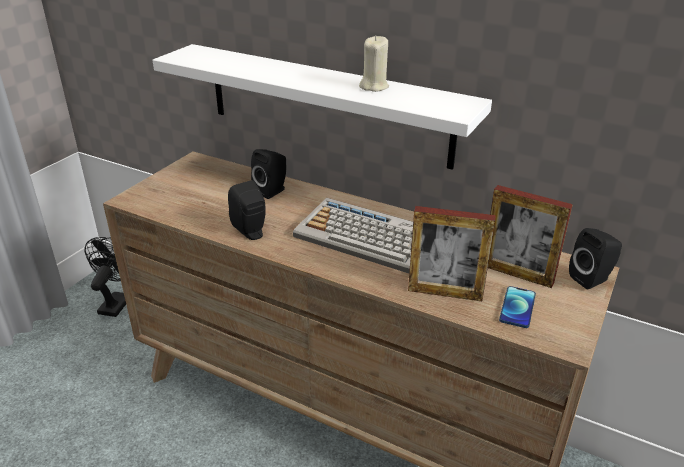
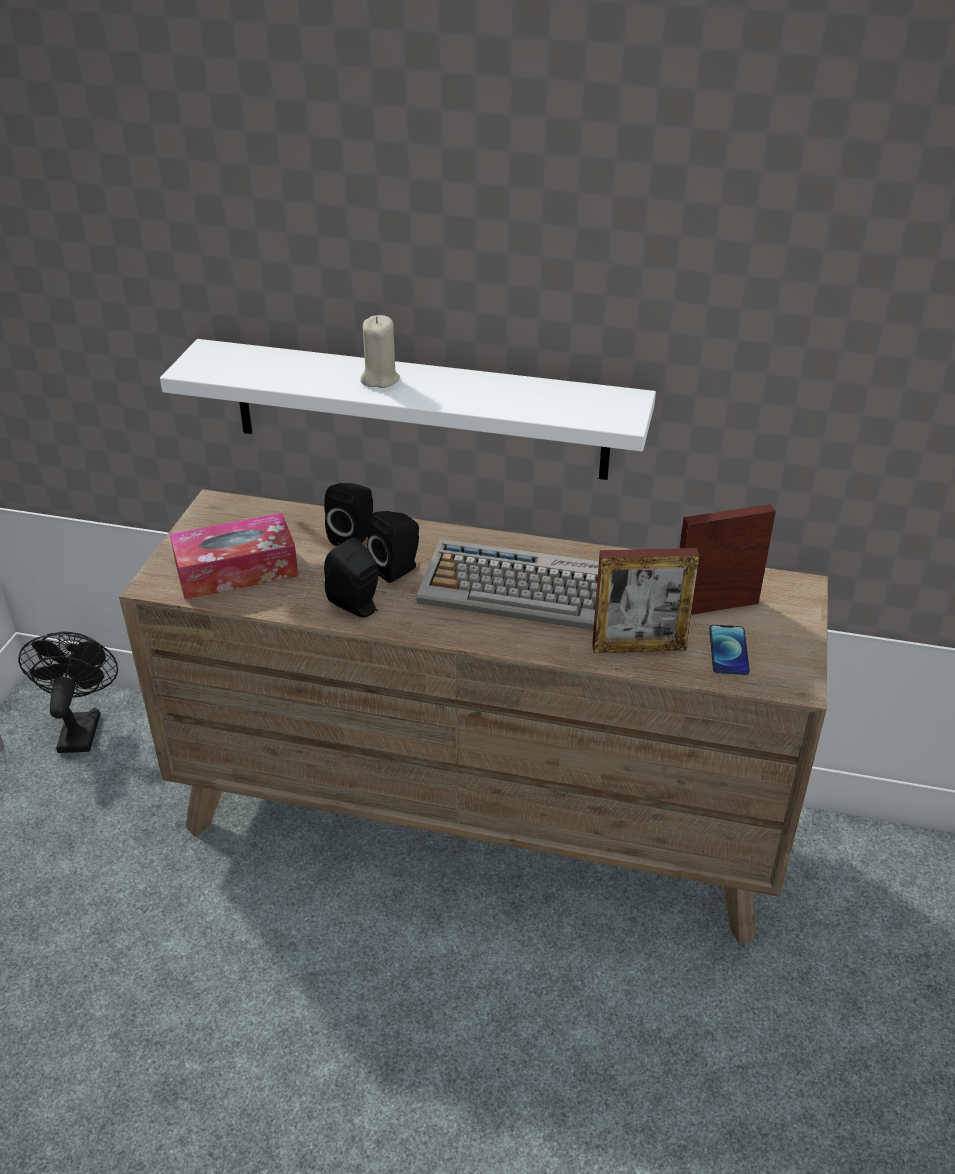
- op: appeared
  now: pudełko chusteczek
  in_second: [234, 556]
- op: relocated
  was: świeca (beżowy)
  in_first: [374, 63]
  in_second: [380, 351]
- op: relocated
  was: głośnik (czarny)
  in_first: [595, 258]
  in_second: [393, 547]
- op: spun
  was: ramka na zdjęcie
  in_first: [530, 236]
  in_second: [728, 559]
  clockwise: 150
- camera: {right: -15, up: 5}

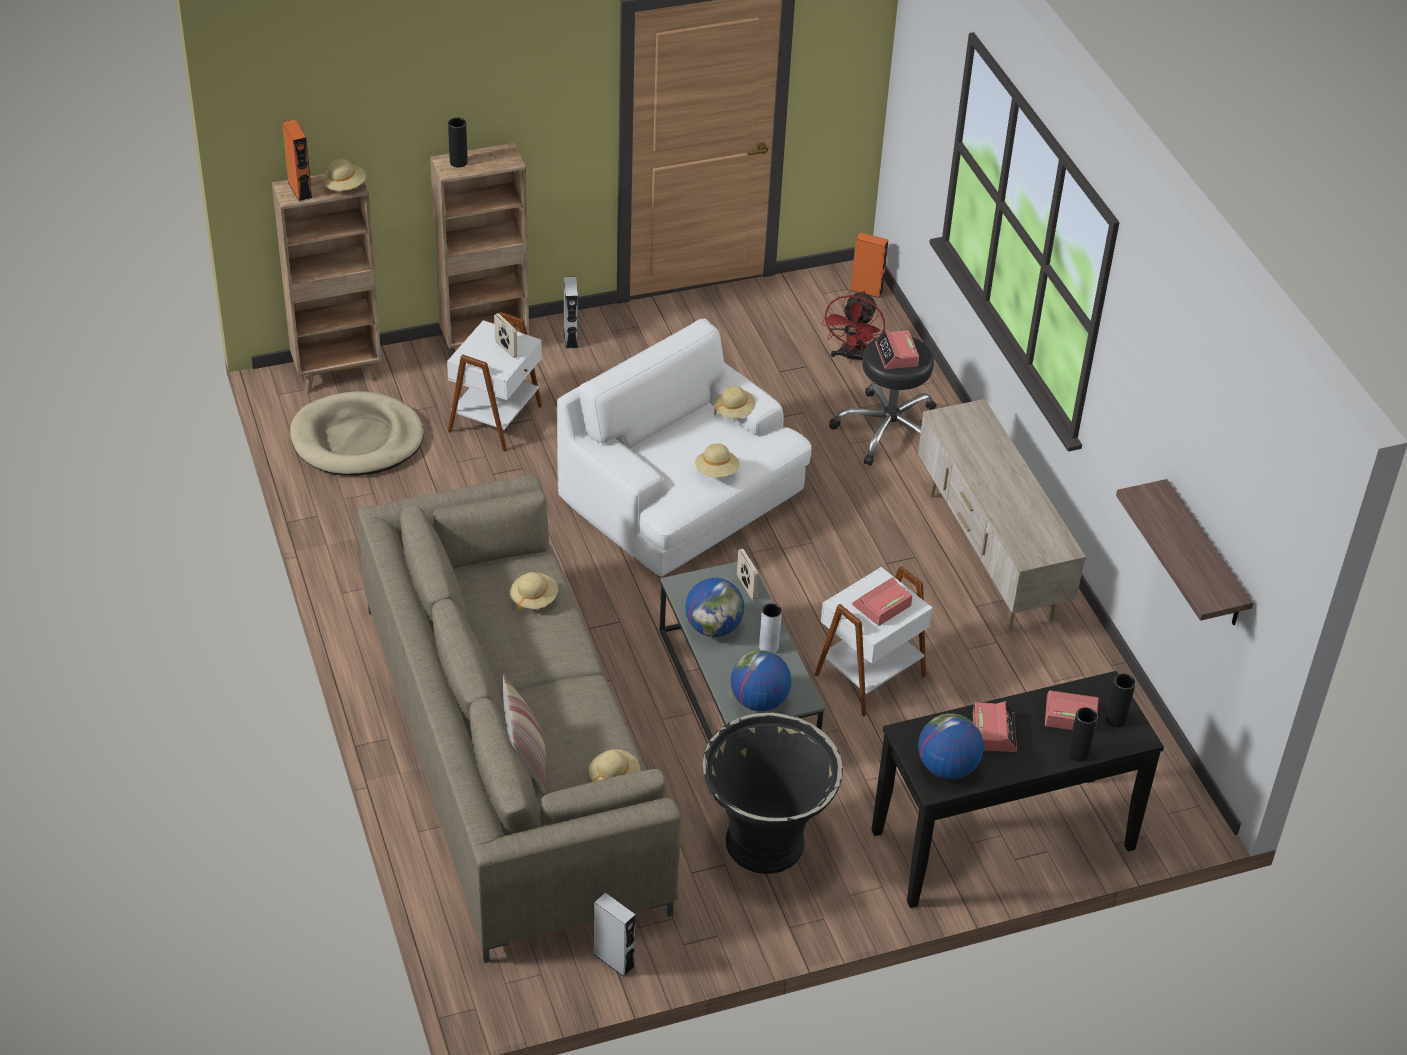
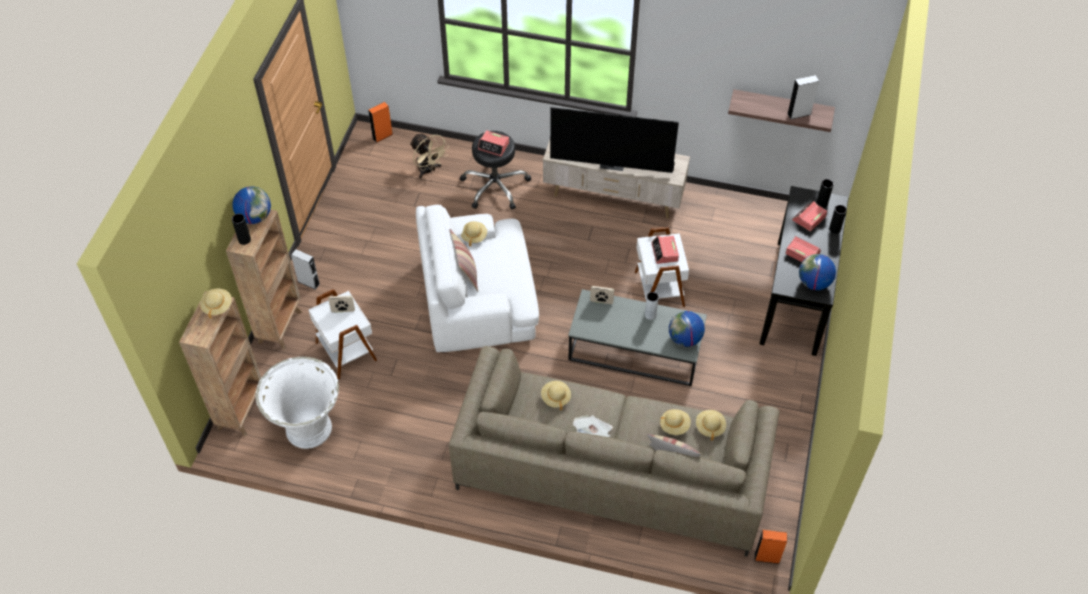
- op: missing
  was: donica (czarny)
  in_first: [772, 793]
- op: appeared
  now: poduszka
  in_second: [463, 260]
- op: appeared
  now: telewizor
  in_second: [614, 140]
- op: appeared
  now: gazeta
  in_second: [593, 426]
- op: relocated
  was: głośnik (pomarańczowy)
  in_first: [297, 160]
  in_second: [771, 547]
- op: relocated
  was: głośnik (szary)
  in_first: [614, 935]
  in_second: [803, 97]
- op: relocated
  was: globus
  in_first: [714, 607]
  in_second: [251, 205]
- op: relocated
  was: kapelusz (beżowy)
  in_first: [717, 460]
  in_second: [675, 422]
- op: exchanged
  was: legowisko (beżowy)
  now: donica (biały)
  in_first: [357, 433]
  in_second: [297, 403]
- op: colour
  was: wentylator (czerwony)
  now: wentylator (beżowy)
  in_first: [853, 327]
  in_second: [429, 156]
- camera: {right: -55, up: 10}

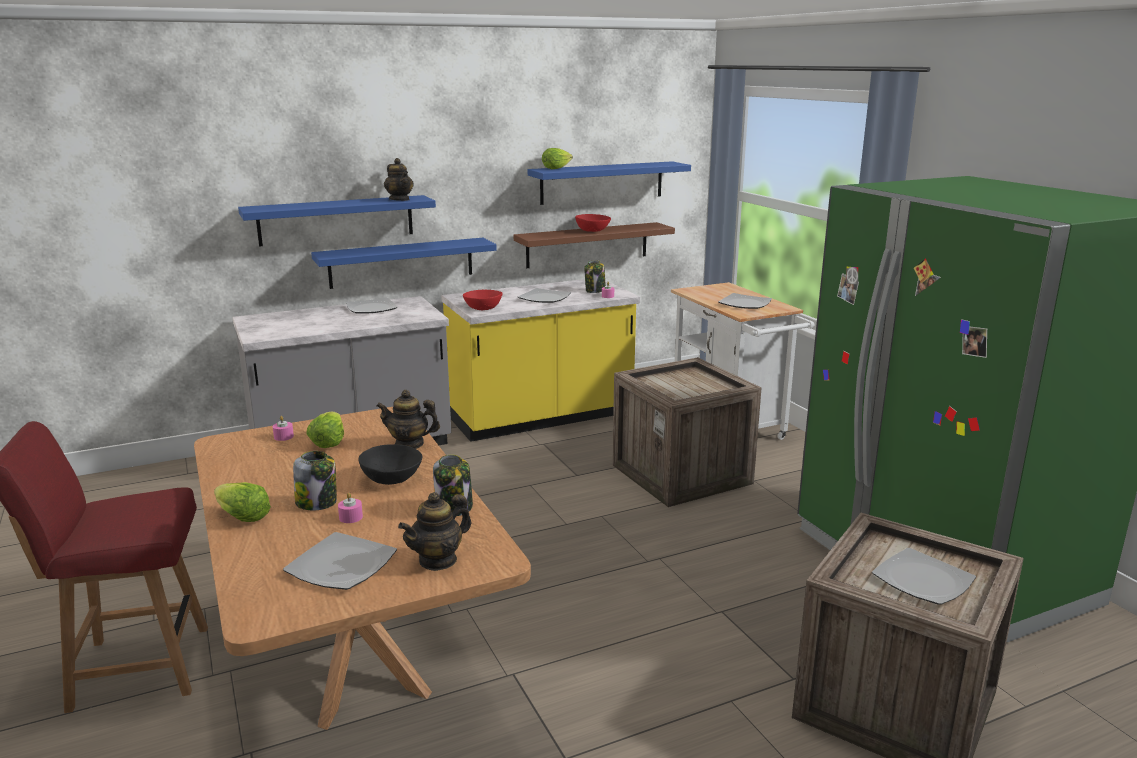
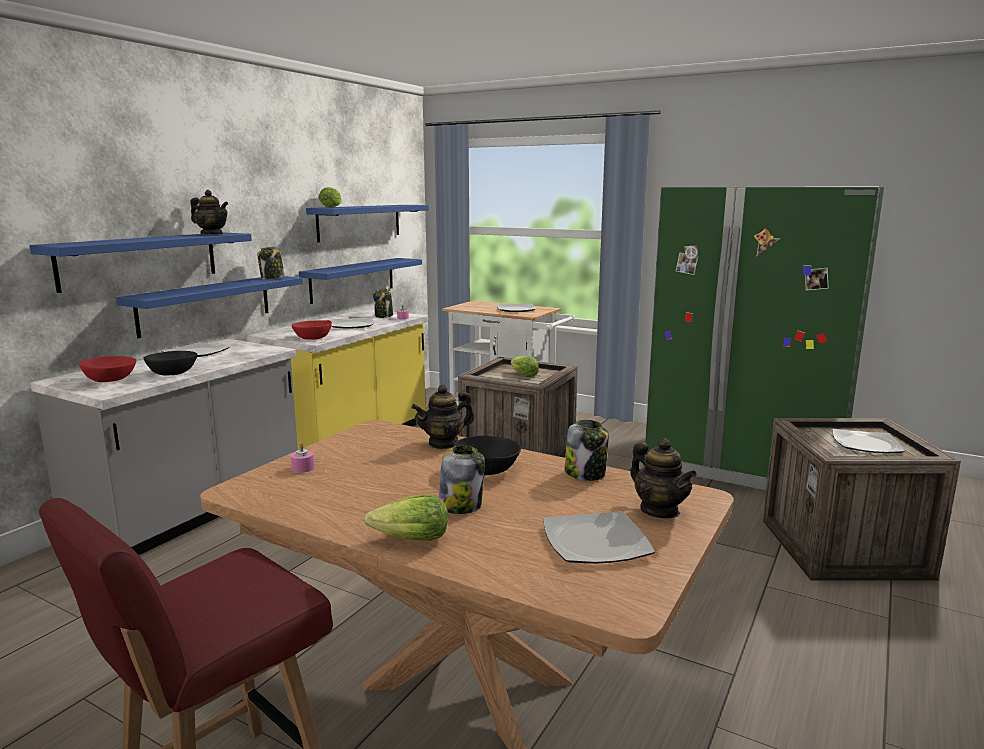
- op: missing
  was: świeca (różowy)
  in_first: [350, 508]
- op: appeared
  now: miska (czarny)
  in_second: [170, 363]
- op: appeared
  now: słoik
  in_second: [271, 263]
- op: relocated
  was: sałata
  in_first: [325, 430]
  in_second: [525, 366]
- op: relocated
  was: miska (czerwony)
  in_first: [593, 223]
  in_second: [108, 369]
- op: colour
  was: półka (brązowy)
  now: półka (niebieski)
  in_first: [594, 245]
  in_second: [360, 281]
- op: spun
  was: imbryk
  in_first: [434, 531]
  in_second: [663, 478]
  clockwise: -45
- camera: {right: -35, up: -5}

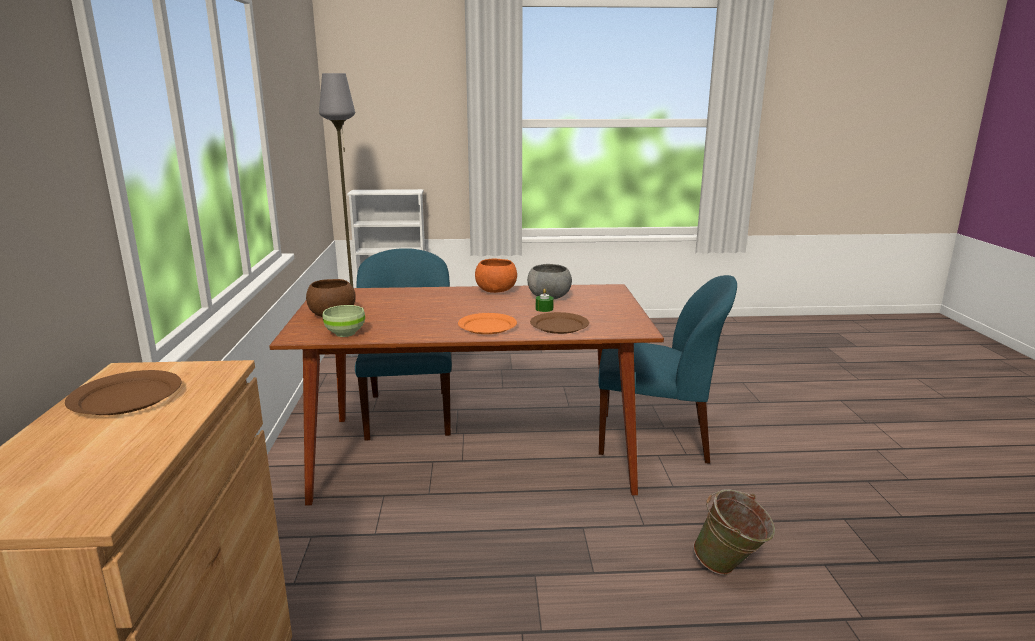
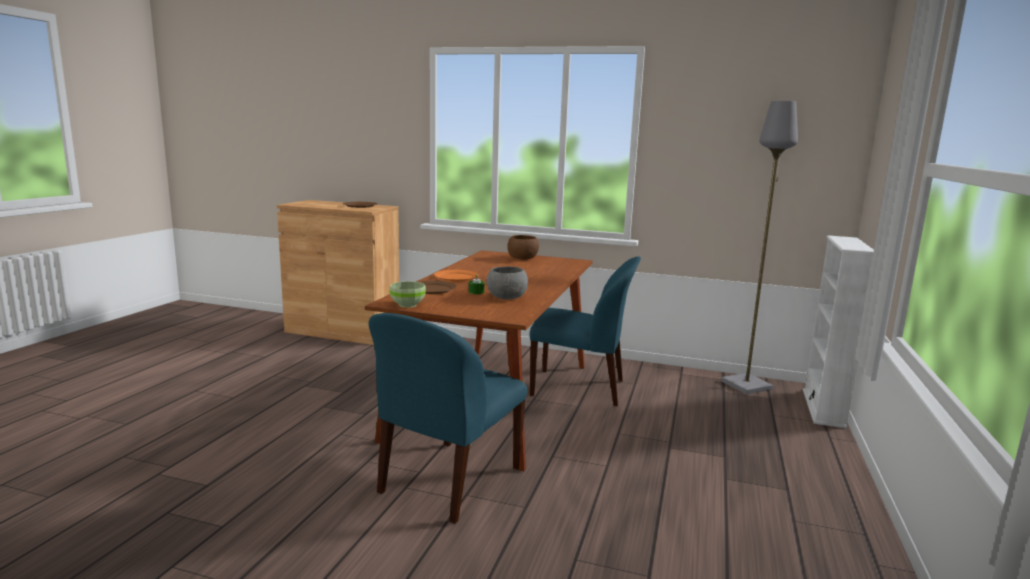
- op: missing
  was: miska (pomarańczowy)
  in_first: [496, 276]
- op: missing
  was: wiadro (zielony)
  in_first: [734, 532]
- op: relocated
  was: miska (zielony)
  in_first: [344, 321]
  in_second: [407, 294]
- camera: {right: 110, up: -5}

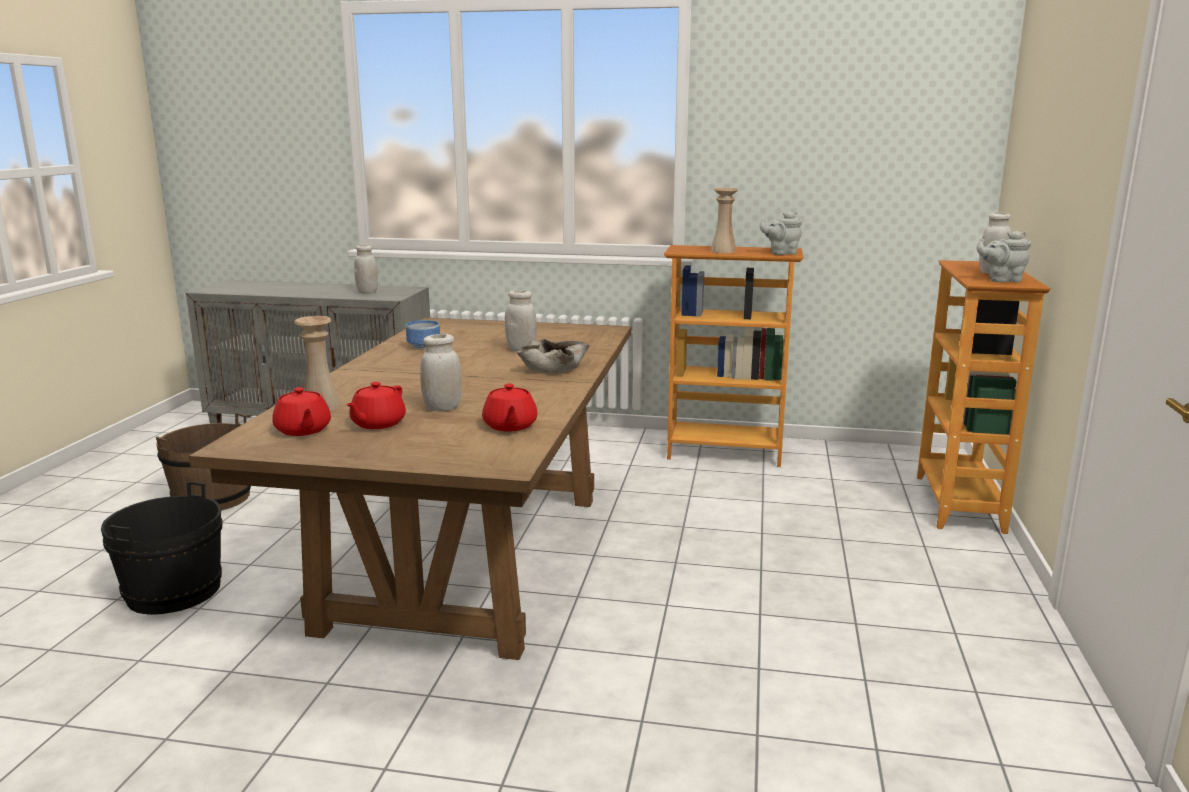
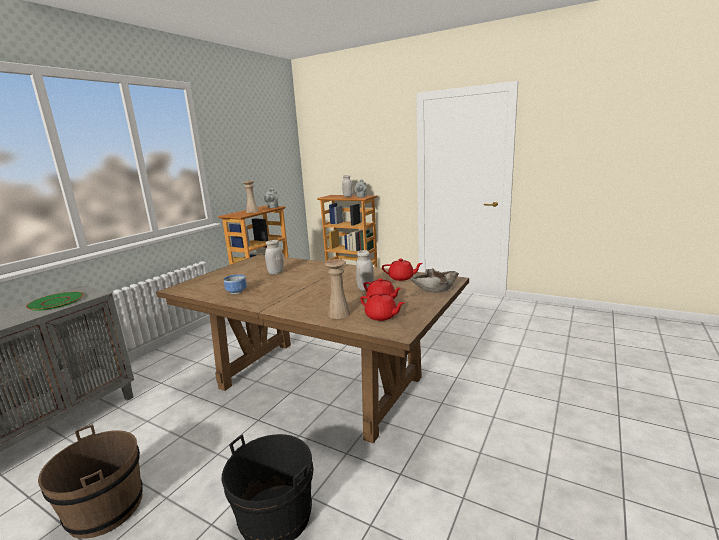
- op: relocated
  was: miska (beżowy)
  in_first: [553, 356]
  in_second: [435, 280]
- op: exchanged
  was: słoik (biały)
  now: talerz (zielony)
  in_first: [366, 269]
  in_second: [55, 301]
- op: spun
  was: imbryk (czerwony)
  in_first: [301, 411]
  in_second: [382, 306]
  clockwise: 45
- camera: {right: -70, up: 0}

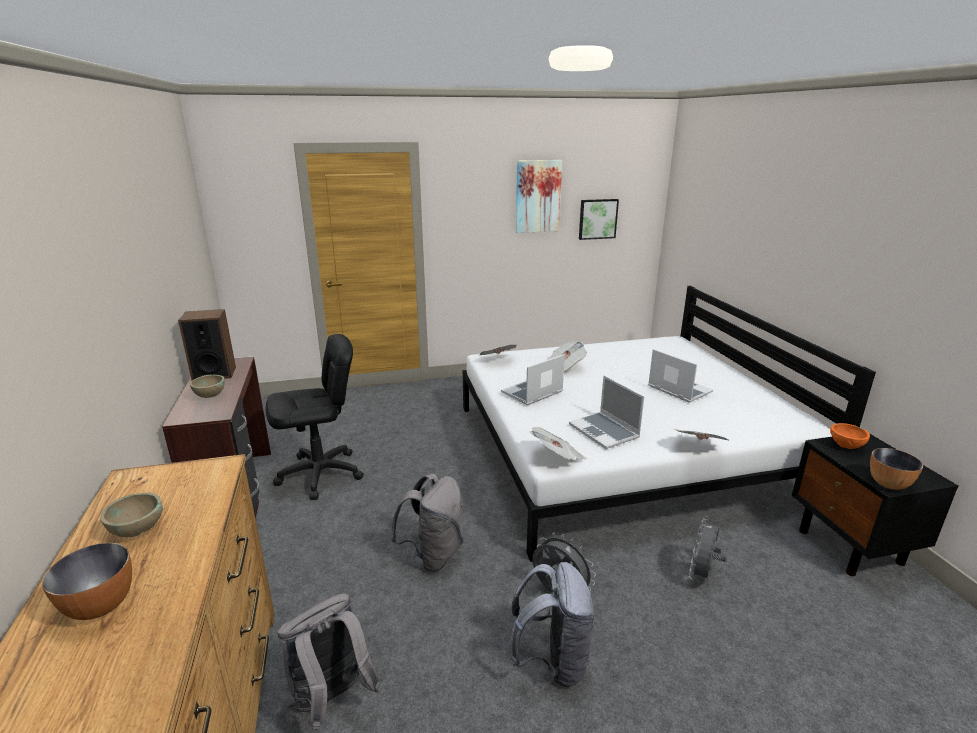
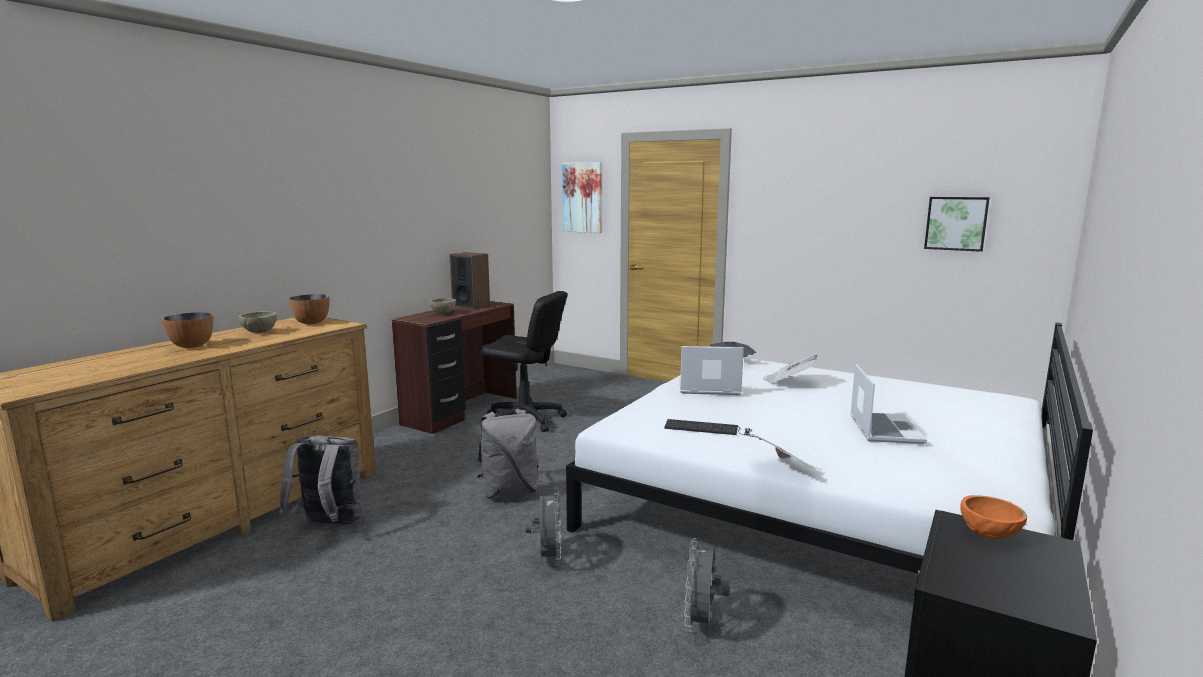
- op: missing
  was: plecak (szary)
  in_first: [552, 624]
- op: missing
  was: gazeta
  in_first: [558, 444]
- op: relocated
  was: obraz
  in_first: [539, 196]
  in_second: [582, 197]
- op: relocated
  was: miska
  in_first: [896, 469]
  in_second: [309, 309]
- op: exchanged
  was: laptop
  now: klawiatura
  in_first: [606, 412]
  in_second: [712, 429]
- op: spun
  was: wentylator (szary)
  in_first: [708, 548]
  in_second: [707, 585]
  clockwise: -60
- camera: {right: 45, up: -10}

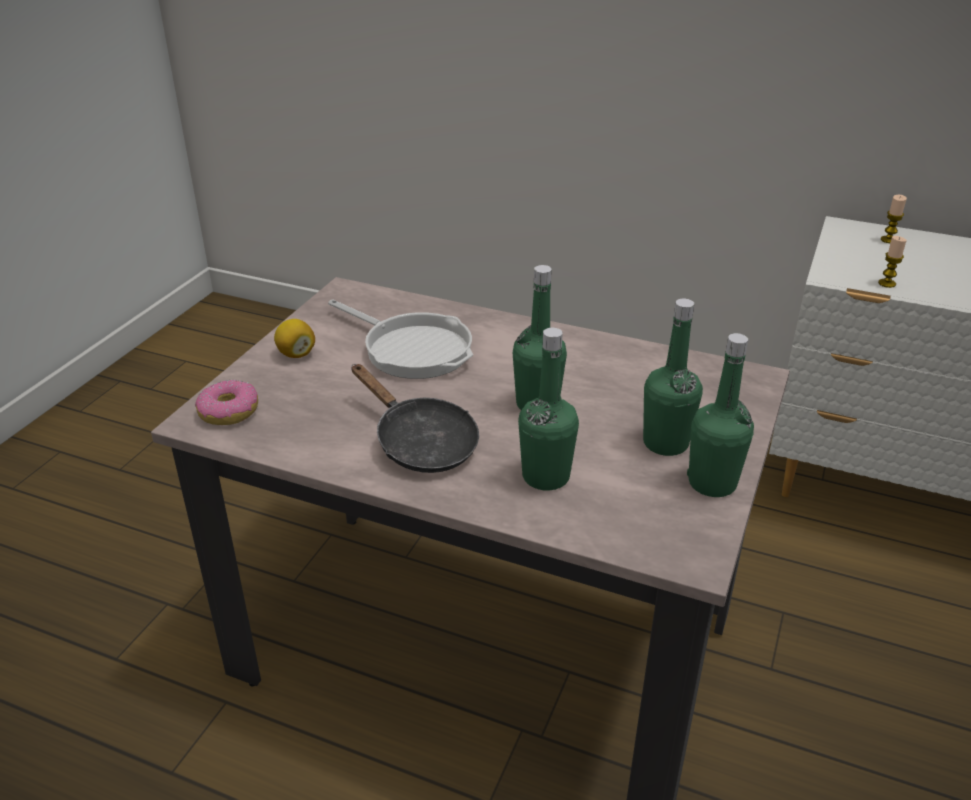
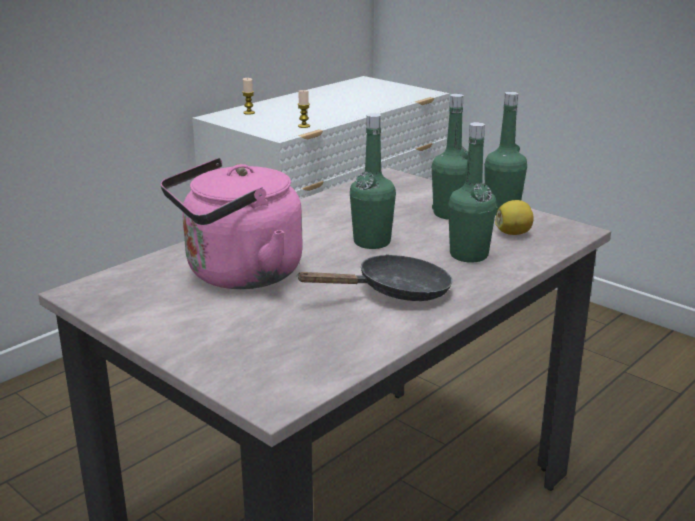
- op: missing
  was: donut
  in_first: [226, 402]
- op: relocated
  was: cytryna
  in_first: [294, 338]
  in_second: [514, 217]
- op: exchanged
  was: patelnia
  now: czajnik (różowy)
  in_first: [400, 339]
  in_second: [231, 223]
- camera: {right: -70, up: -10}

